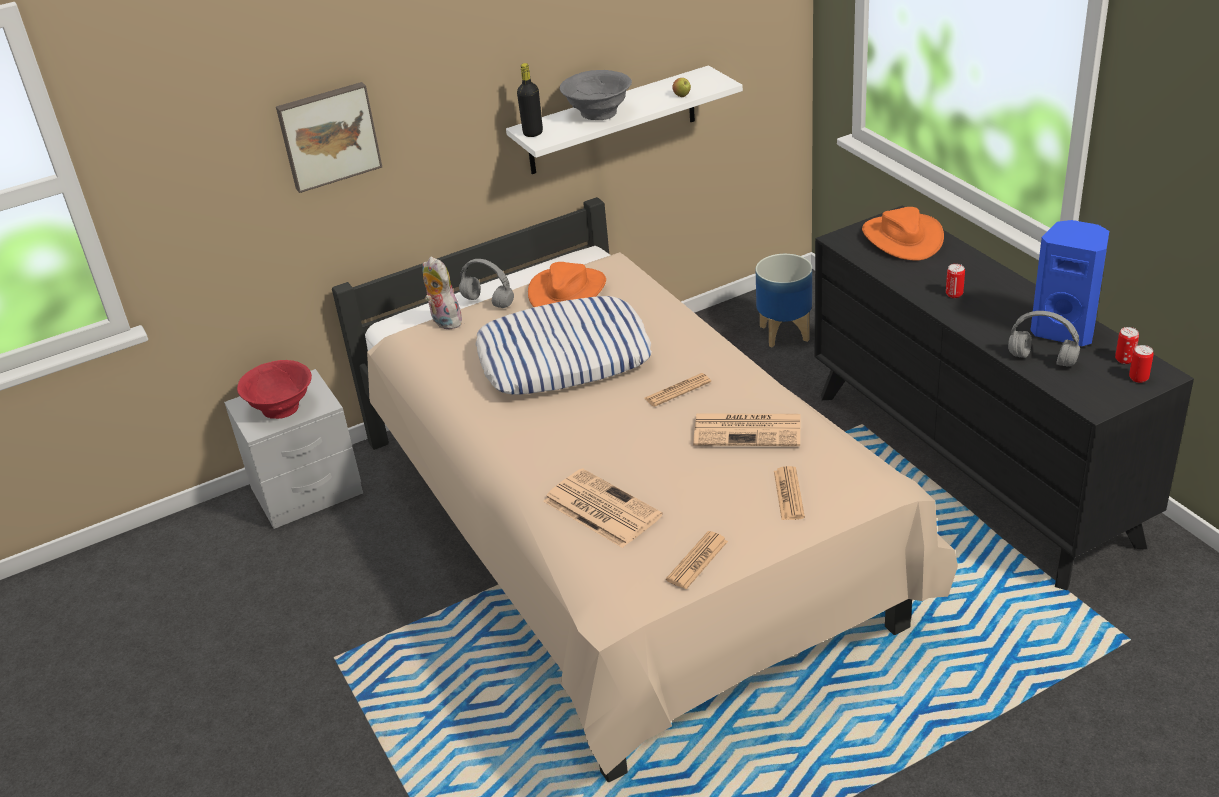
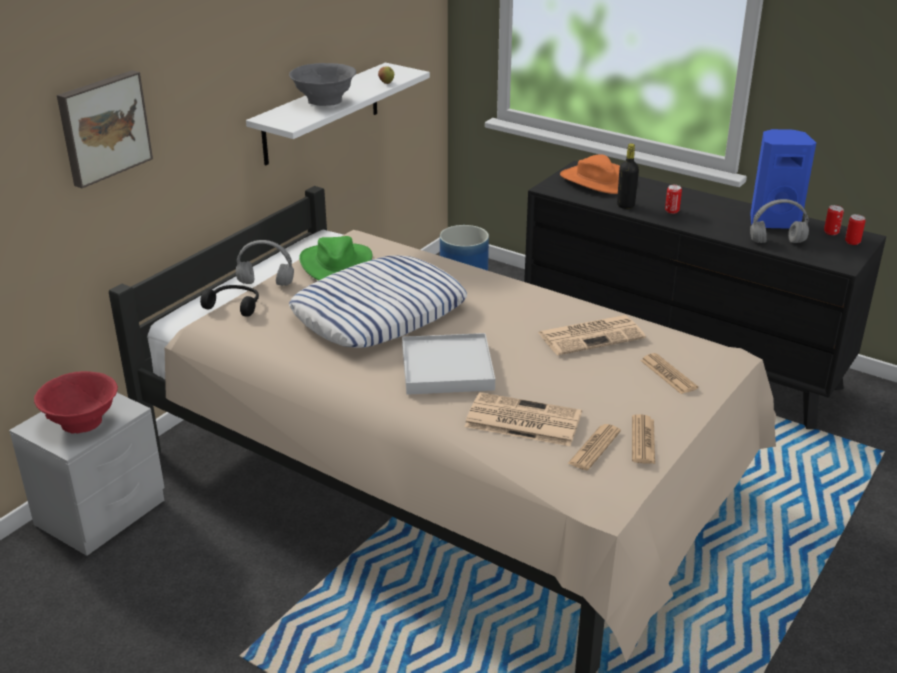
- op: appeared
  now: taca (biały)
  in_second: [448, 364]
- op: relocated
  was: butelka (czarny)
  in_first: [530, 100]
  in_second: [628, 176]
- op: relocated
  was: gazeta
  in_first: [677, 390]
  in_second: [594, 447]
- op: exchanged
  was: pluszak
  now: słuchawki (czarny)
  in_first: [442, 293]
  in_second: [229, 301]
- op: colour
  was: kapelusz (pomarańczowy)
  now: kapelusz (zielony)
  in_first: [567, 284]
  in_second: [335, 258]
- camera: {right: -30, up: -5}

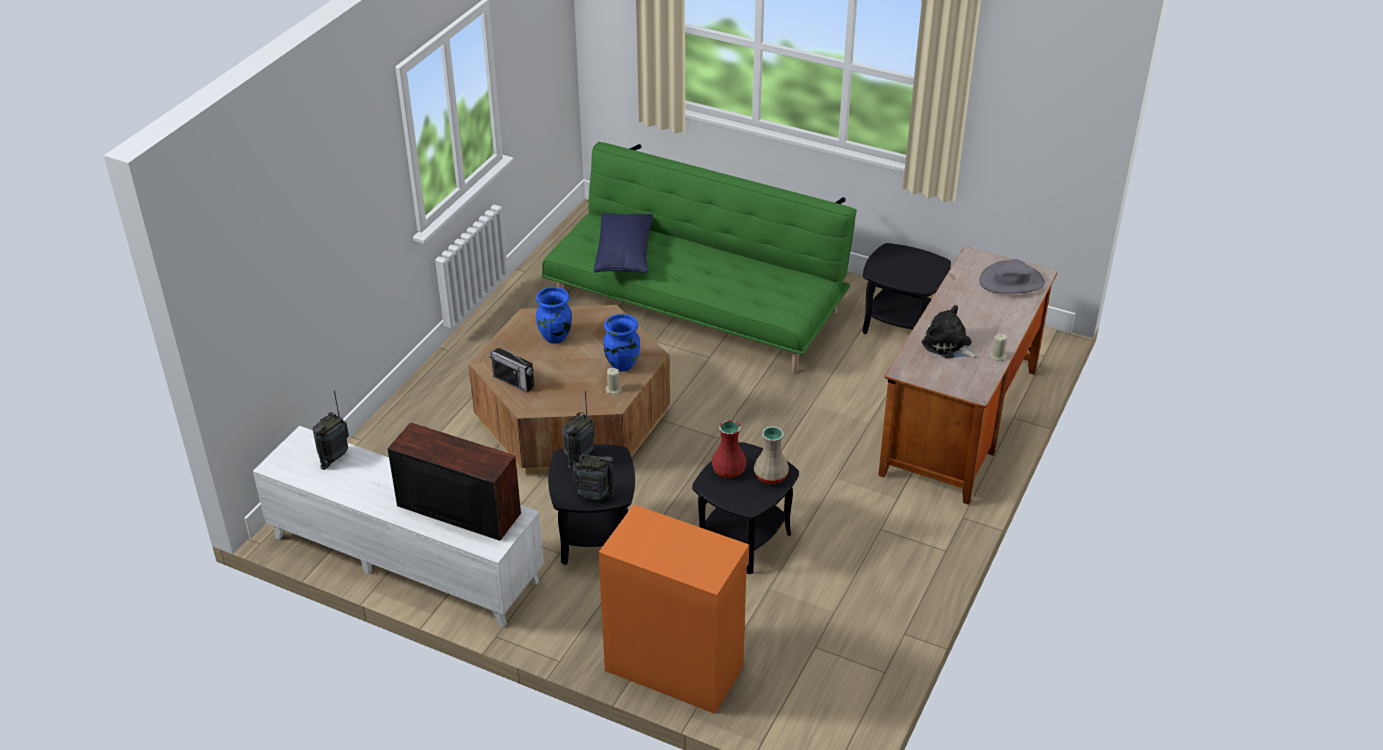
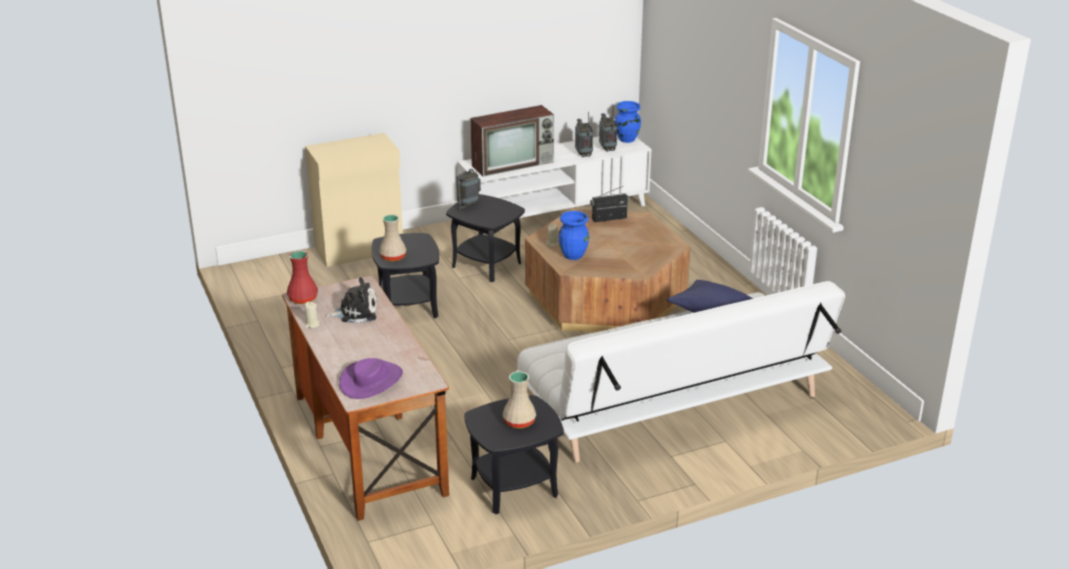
- op: appeared
  now: wazon (beżowy)
  in_second: [519, 400]
- op: relocated
  was: wazon (niebieski)
  in_first: [554, 315]
  in_second: [628, 122]
- op: relocated
  was: radio
  in_first: [578, 430]
  in_second: [584, 134]
- op: relocated
  was: wazon (czerwony)
  in_first: [729, 449]
  in_second: [302, 277]
- op: colour
  was: kanapa (zielony)
  now: kanapa (biały)
  in_first: [699, 257]
  in_second: [680, 372]
- op: colour
  was: szafka (pomarańczowy)
  now: szafka (beżowy)
  in_first: [673, 609]
  in_second: [354, 200]
- op: colour
  was: kapelusz (szary)
  now: kapelusz (fioletowy)
  in_first: [1012, 276]
  in_second: [371, 378]
- camera: {right: 130, up: -10}

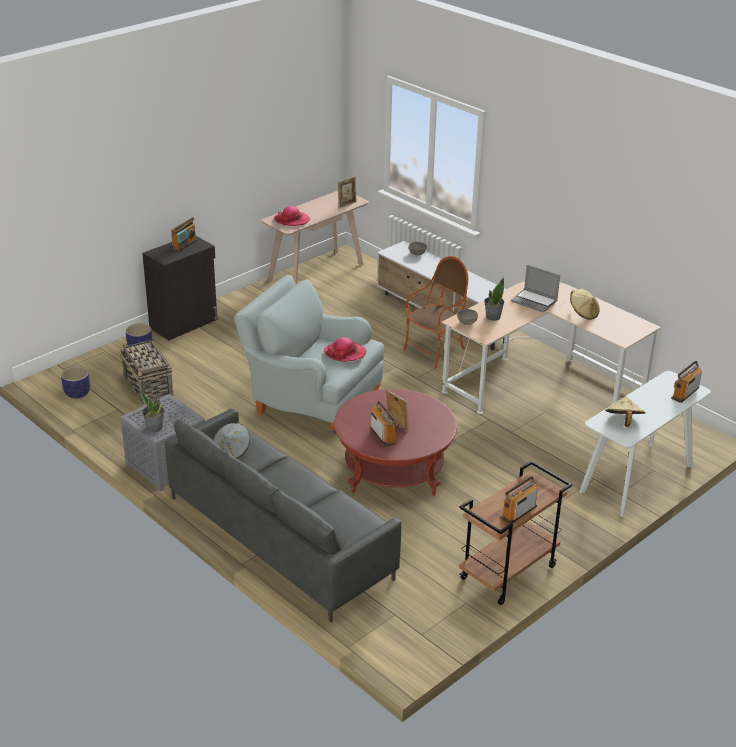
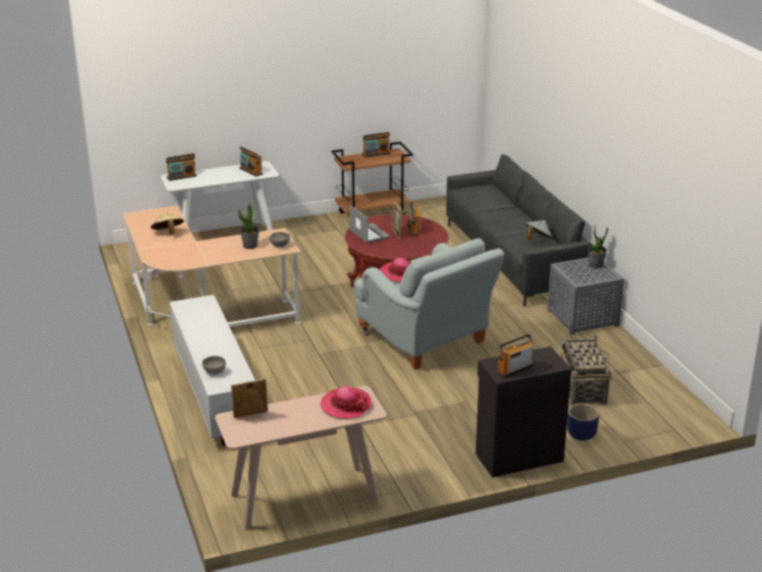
- op: missing
  was: donica
  in_first: [75, 382]
- op: missing
  was: fotel
  in_first: [435, 312]
- op: relocated
  was: laptop
  in_first: [535, 288]
  in_second: [370, 224]
- op: exchanged
  was: kapelusz (beżowy)
  now: radio
  in_first: [625, 412]
  in_second: [251, 162]
- camera: {right: -155, up: -5}

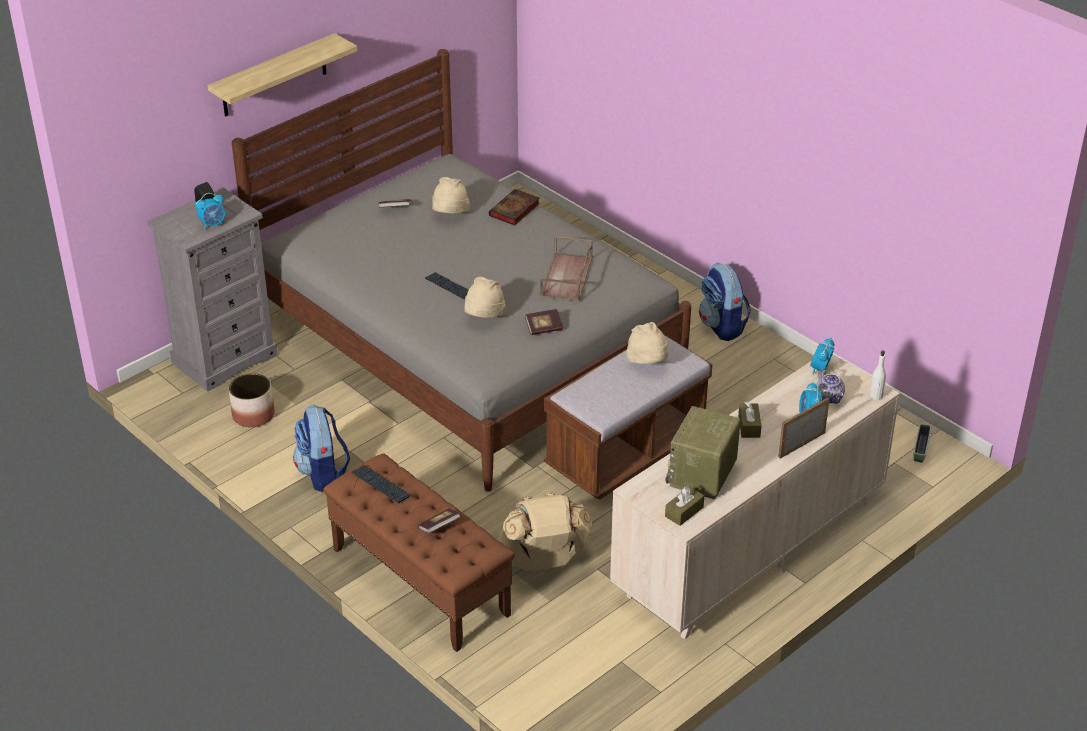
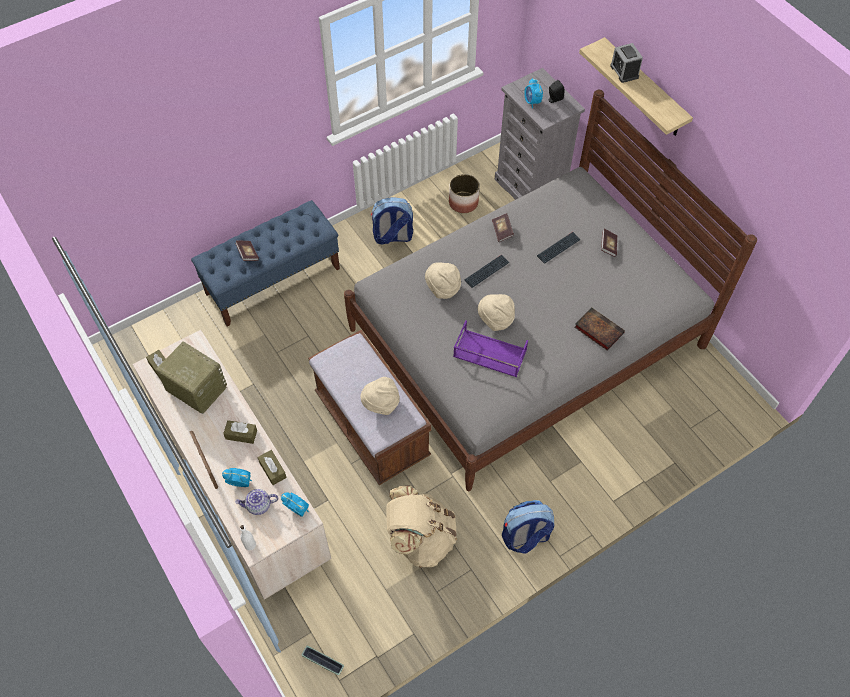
- op: appeared
  now: pudełko chusteczek (brązowy)
  in_second: [272, 467]
- op: appeared
  now: budzik
  in_second: [626, 63]
- op: relocated
  was: klawiatura
  in_first: [381, 484]
  in_second: [559, 248]
- op: relocated
  was: kapelusz (beżowy)
  in_first: [451, 195]
  in_second: [496, 312]
- op: relocated
  was: plecak (beżowy)
  in_first: [543, 531]
  in_second: [422, 526]
- op: relocated
  was: książka
  in_first: [544, 322]
  in_second: [503, 227]
- op: colour
  was: ławka (brązowy)
  now: ławka (niebieski)
  in_first: [418, 552]
  in_second: [265, 263]
- op: colour
  was: taca (brązowy)
  now: taca (fioletowy)
  in_first: [566, 268]
  in_second: [490, 348]
- camera: {right: 100, up: 20}

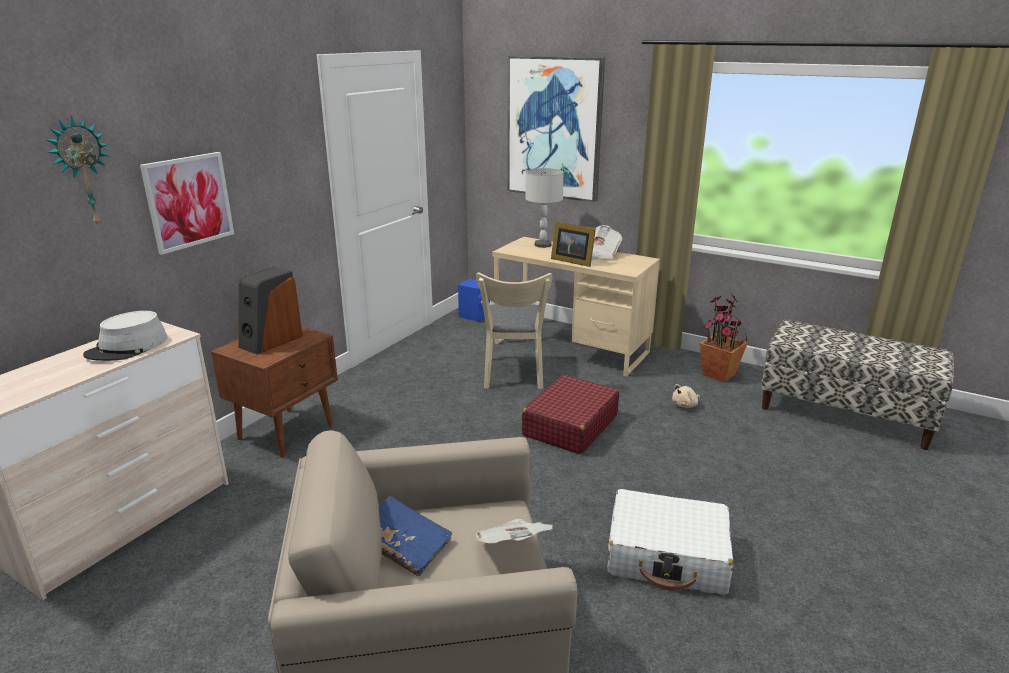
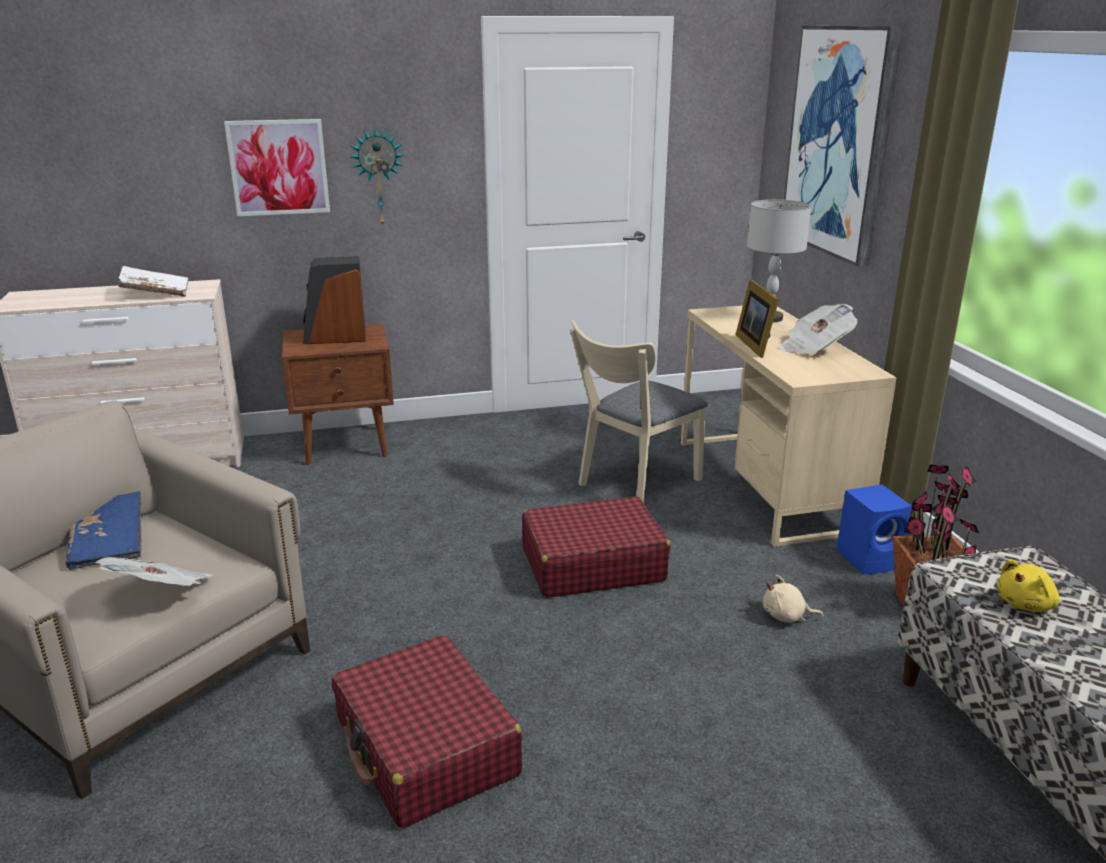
- op: appeared
  now: pluszak (żółty)
  in_second: [1028, 585]
- op: relocated
  was: zegar ścienny
  in_first: [78, 171]
  in_second: [377, 177]
- op: relocated
  was: głośnik (niebieski)
  in_first: [474, 300]
  in_second: [874, 529]
- op: exchanged
  was: kapelusz (szary)
  now: książka (biały)
  in_first: [125, 336]
  in_second: [153, 281]
- op: colour
  was: walizka (biały)
  now: walizka (czerwony)
  in_first: [670, 542]
  in_second: [427, 731]
- camera: {right: 45, up: 0}

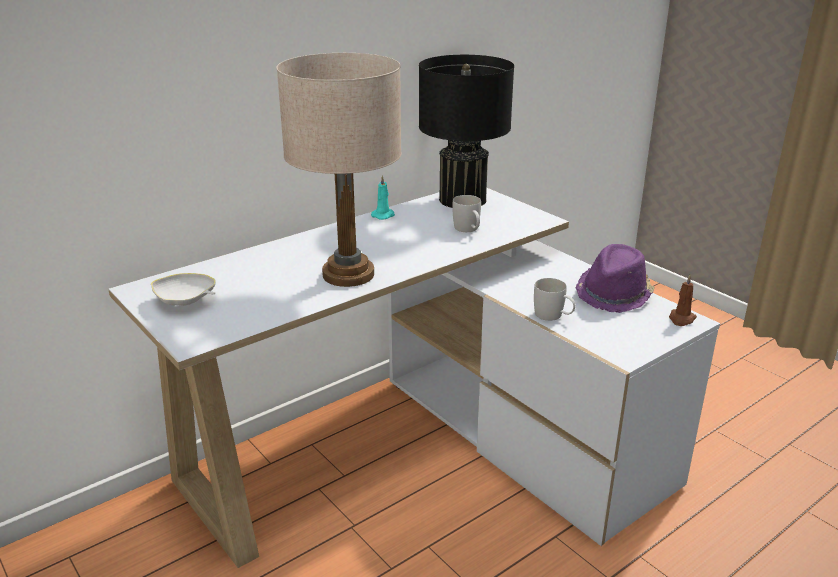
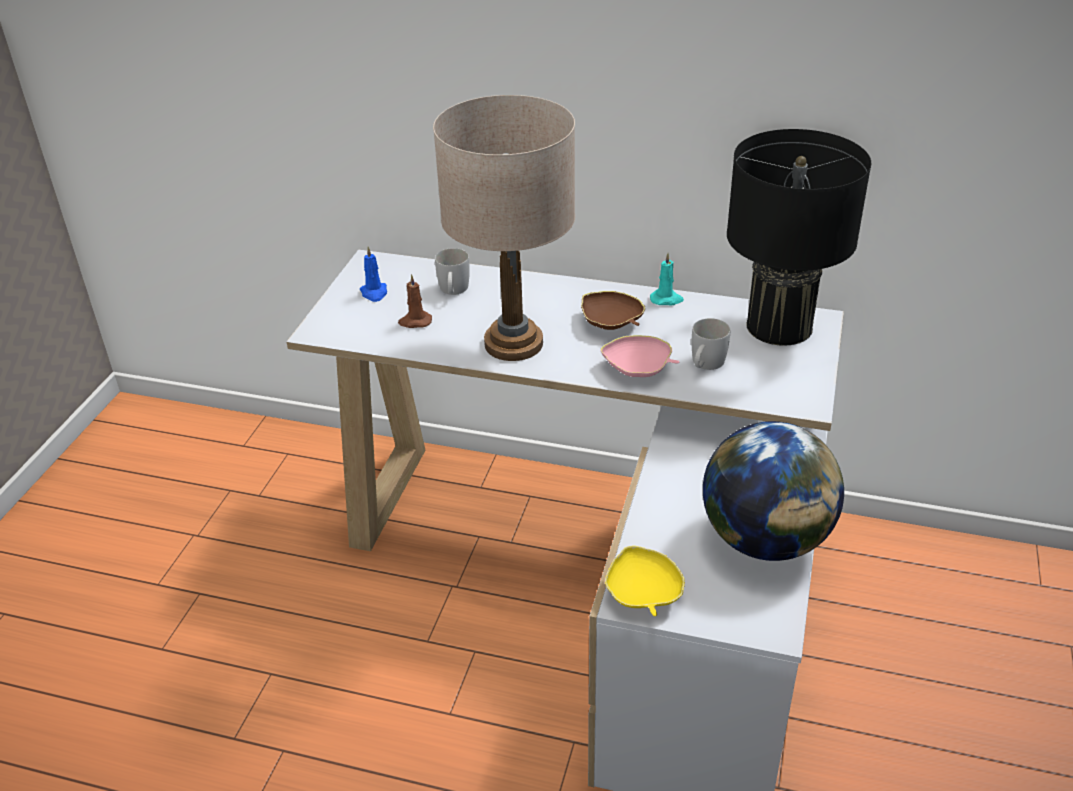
- op: appeared
  now: miska (brązowy)
  in_second: [613, 310]
- op: appeared
  now: miska (różowy)
  in_second: [640, 356]
- op: appeared
  now: miska (żółty)
  in_second: [645, 581]
- op: relocated
  was: kubek (biały)
  in_first: [555, 299]
  in_second: [452, 271]
- op: relocated
  was: świeca (brązowy)
  in_first: [683, 300]
  in_second: [415, 301]
- op: exchanged
  was: miska (biały)
  now: świeca (niebieski)
  in_first: [183, 289]
  in_second: [373, 274]
- op: exchanged
  was: kapelusz (fioletowy)
  now: globus
  in_first: [615, 278]
  in_second: [773, 491]
- camera: {right: 55, up: 10}

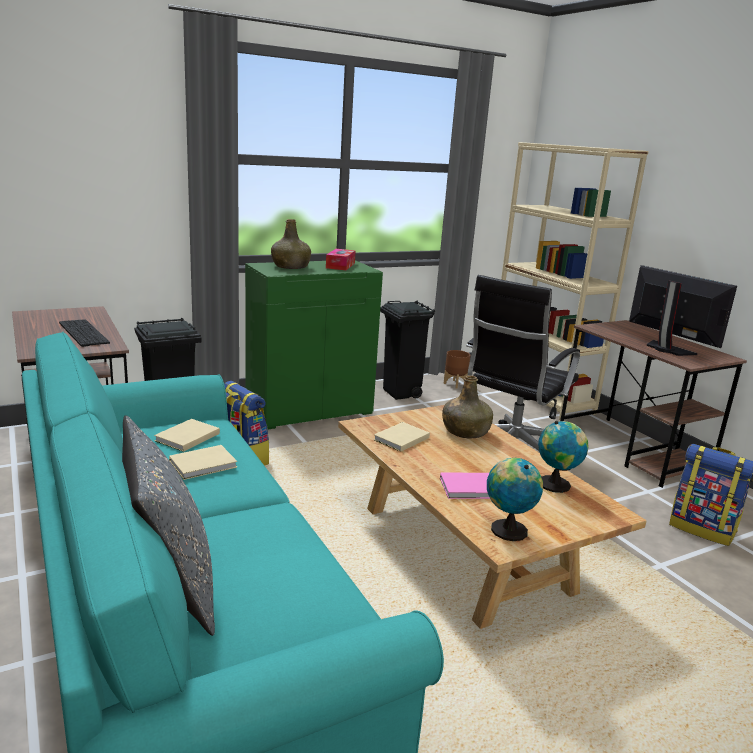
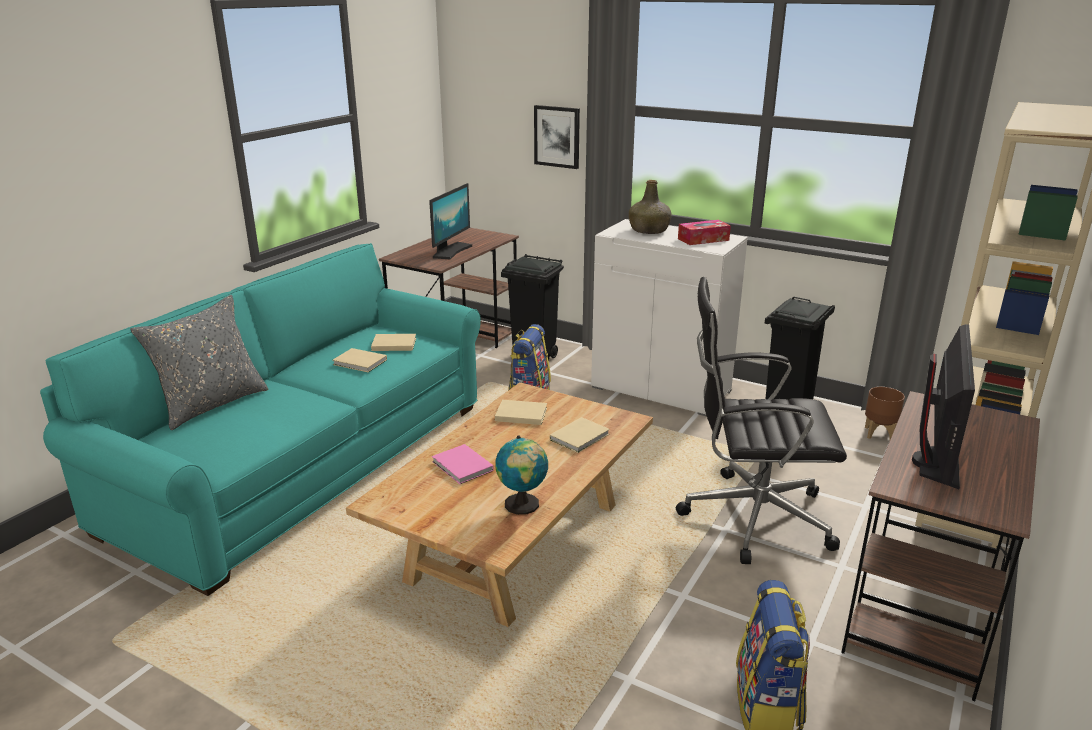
- op: missing
  was: globus
  in_first: [515, 499]
- op: appeared
  now: obraz
  in_second: [557, 137]
- op: exchanged
  was: klawiatura
  now: monitor
  in_first: [84, 333]
  in_second: [450, 221]
- op: exchanged
  was: butelka (zielony)
  now: książka (beżowy)
  in_first: [467, 406]
  in_second: [580, 435]
- op: colour
  was: szafka (zielony)
  now: szafka (biały)
  in_first: [314, 345]
  in_second: [669, 318]
- camera: {right: 60, up: 5}

